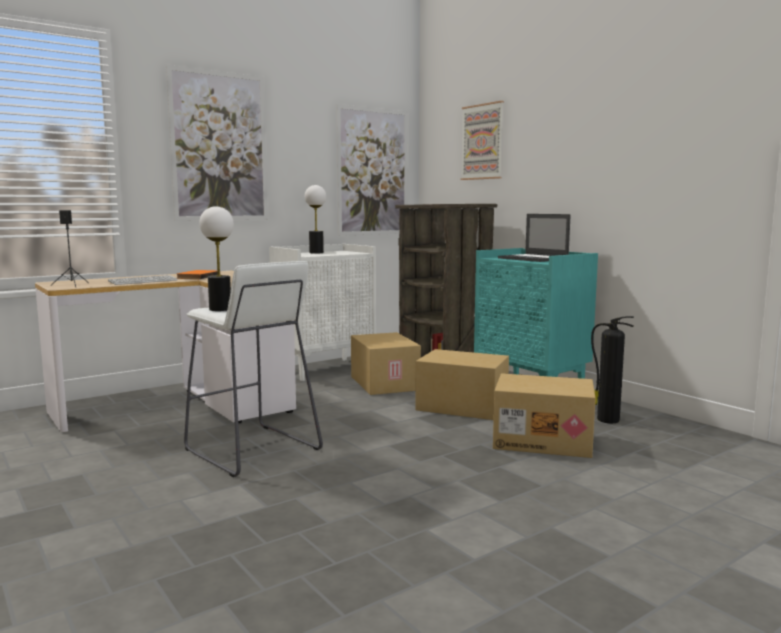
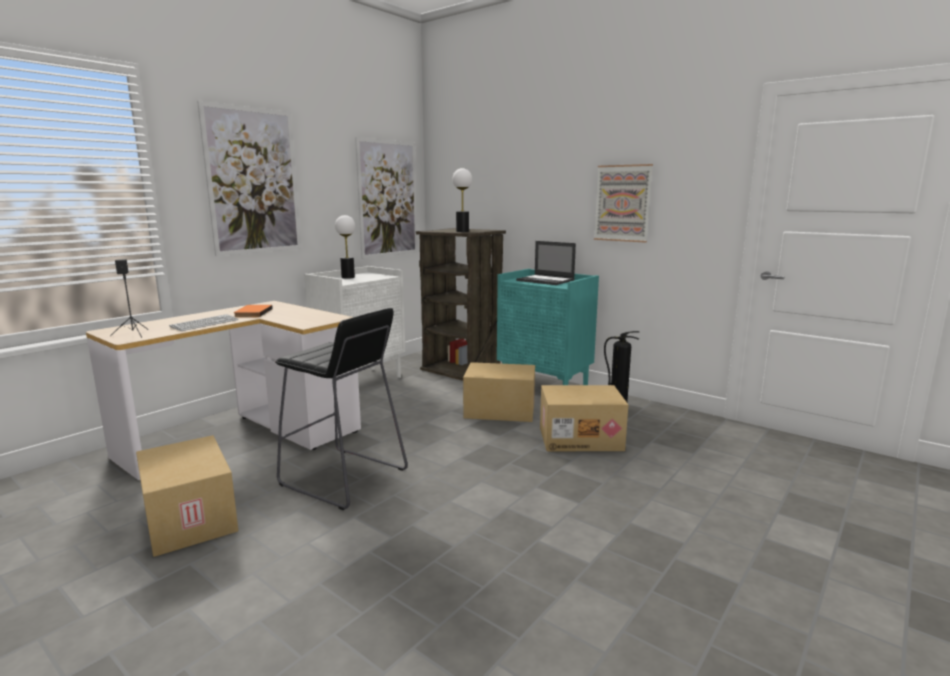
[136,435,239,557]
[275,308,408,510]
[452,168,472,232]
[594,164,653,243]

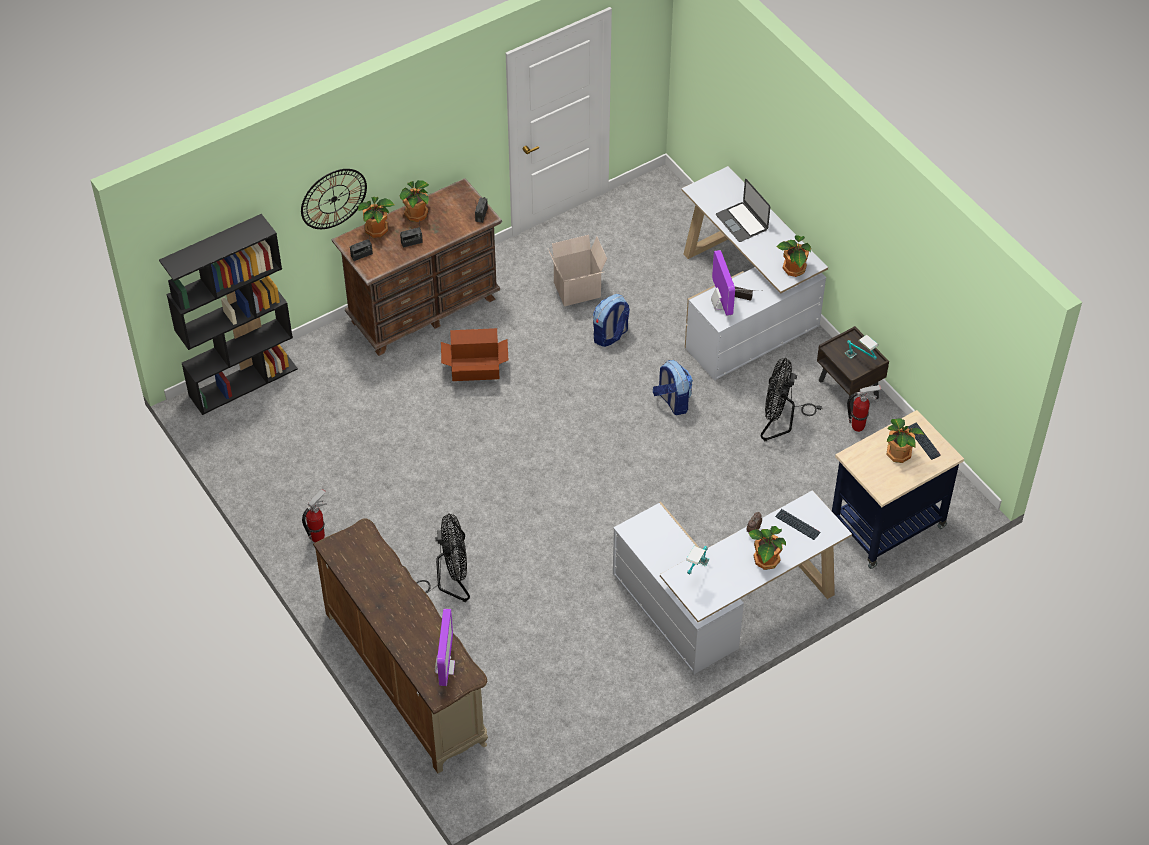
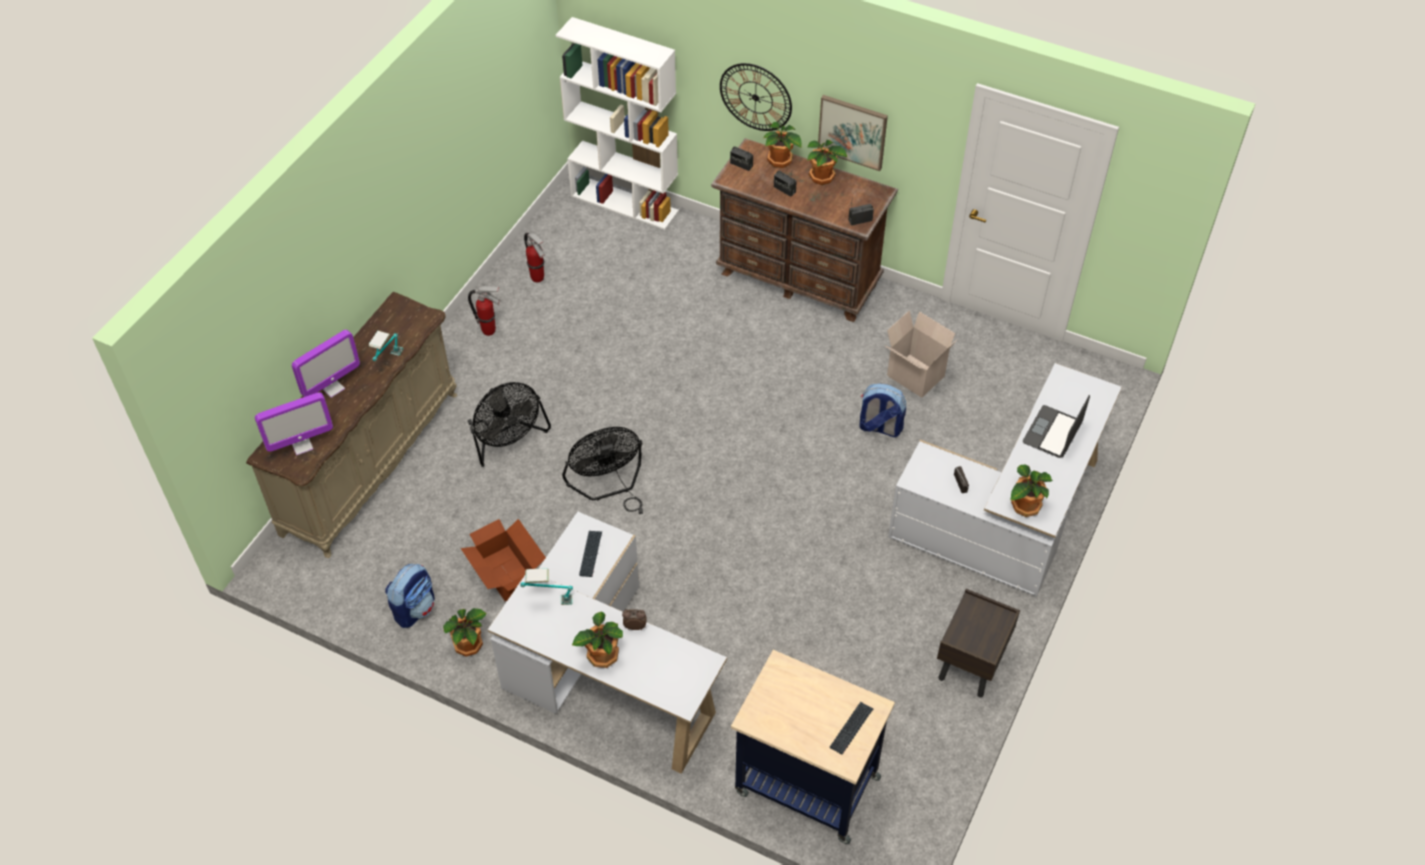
[292,330,360,398]
[369,331,403,361]
[385,564,435,628]
[443,608,487,657]
[460,519,546,601]
[524,233,545,282]
[556,17,679,230]
[562,427,643,514]
[579,531,602,577]
[818,95,888,171]

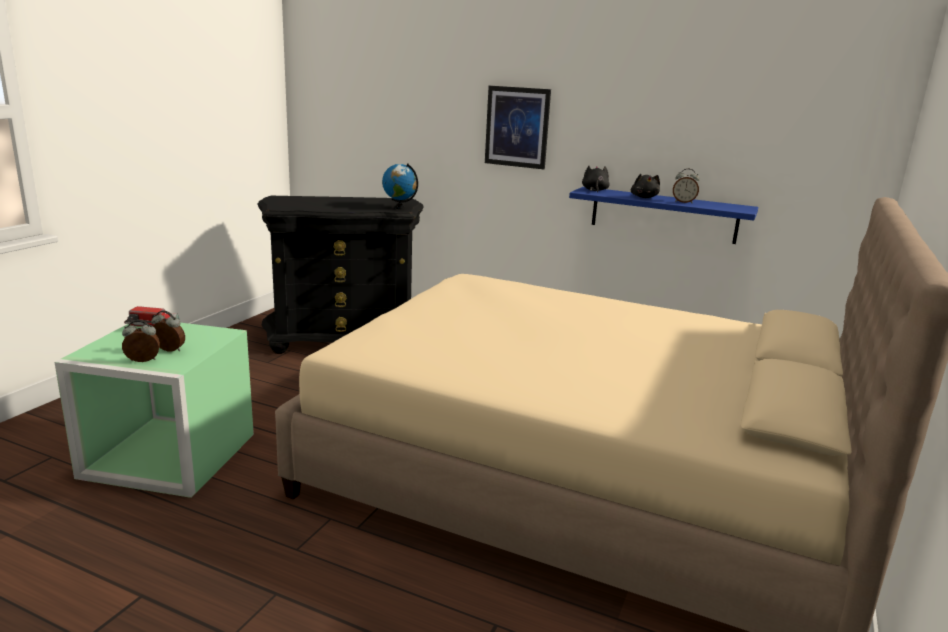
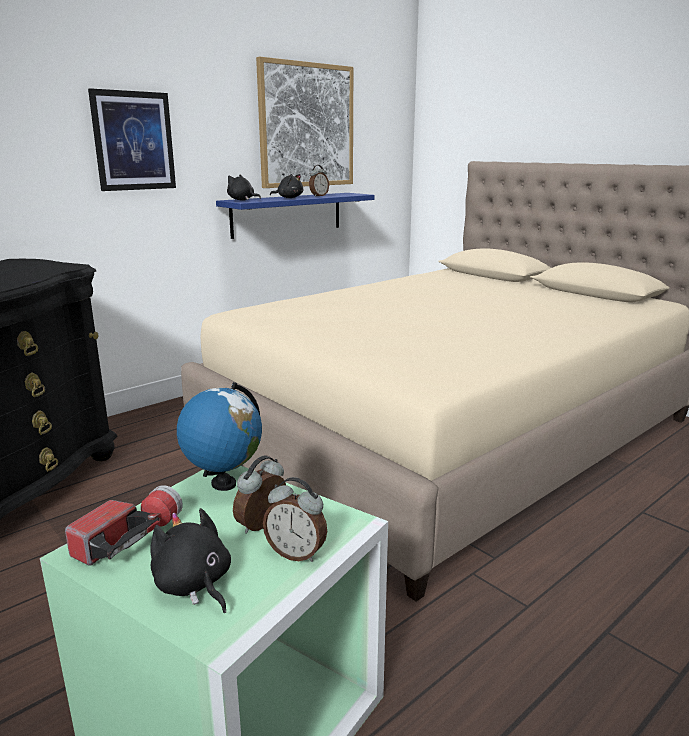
[150,508,231,613]
[177,382,262,491]
[256,57,353,188]
[263,477,327,562]

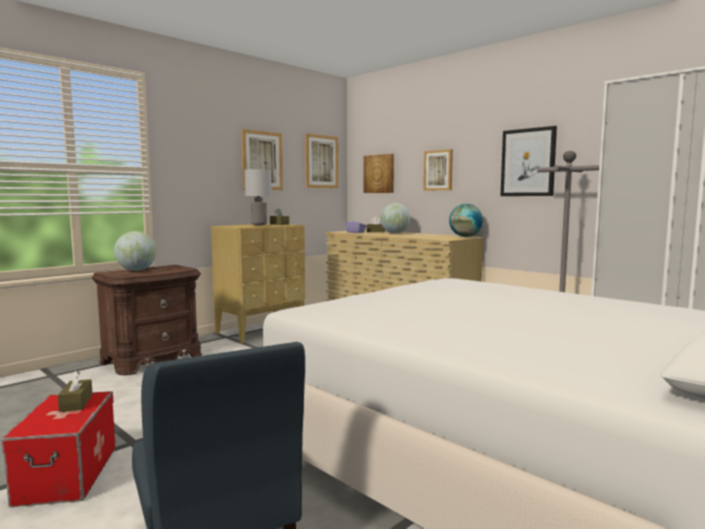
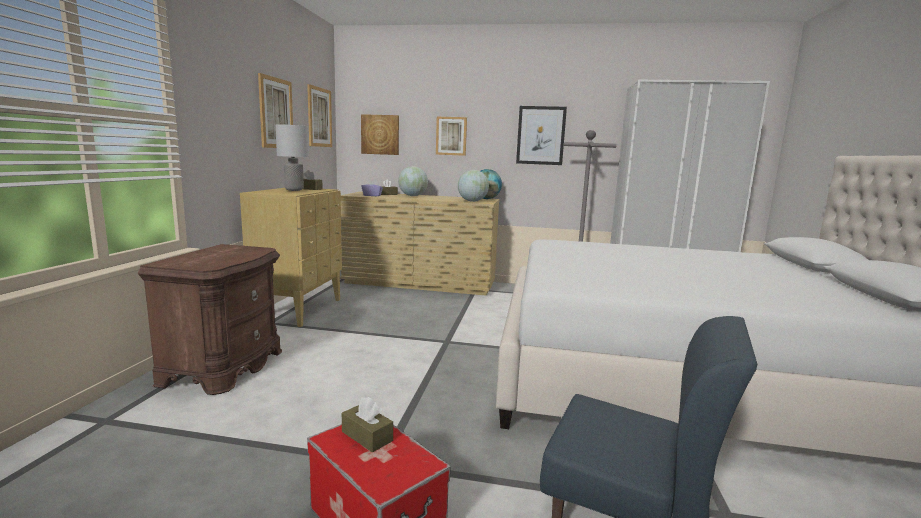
[458,170,489,202]

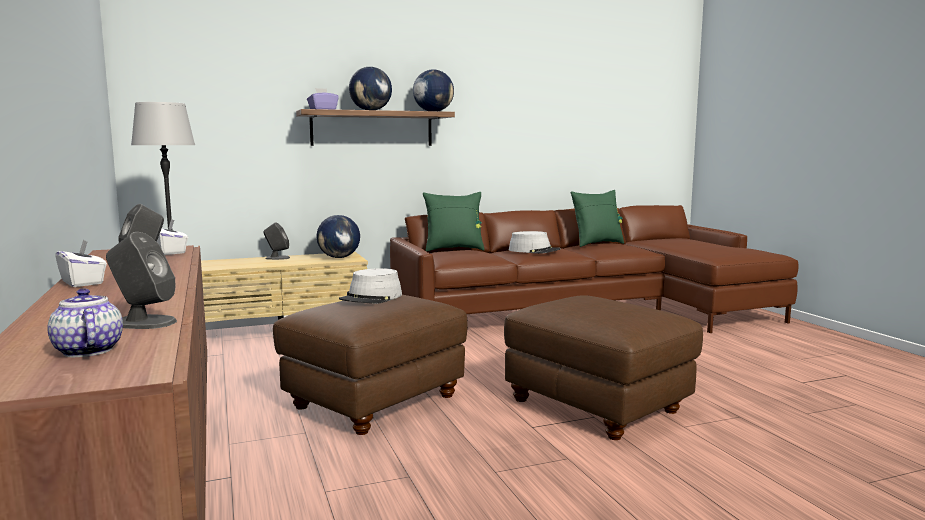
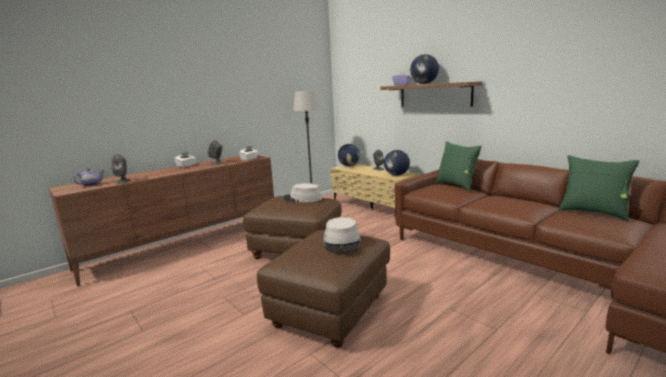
[323,217,361,252]
[338,144,360,166]

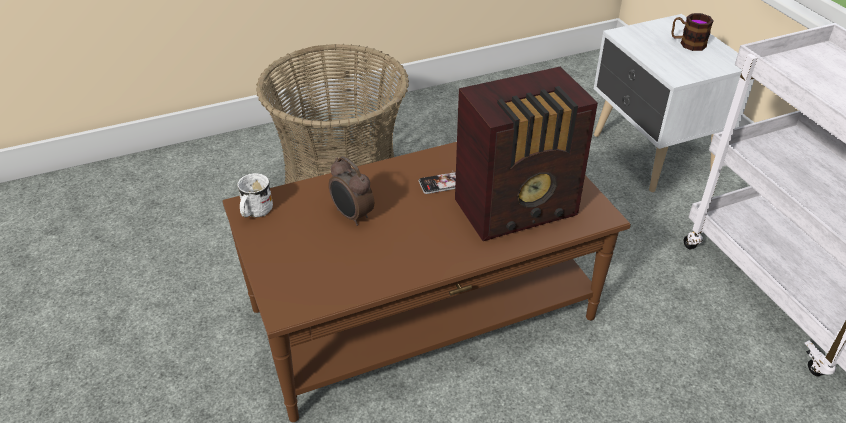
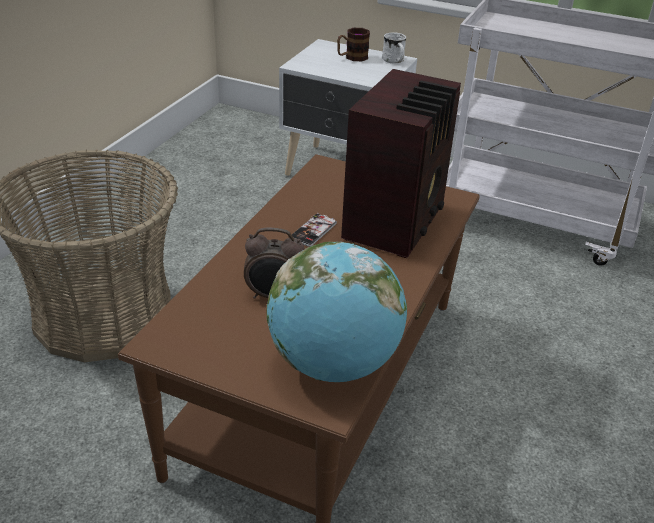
[266,242,407,382]
[382,33,406,63]

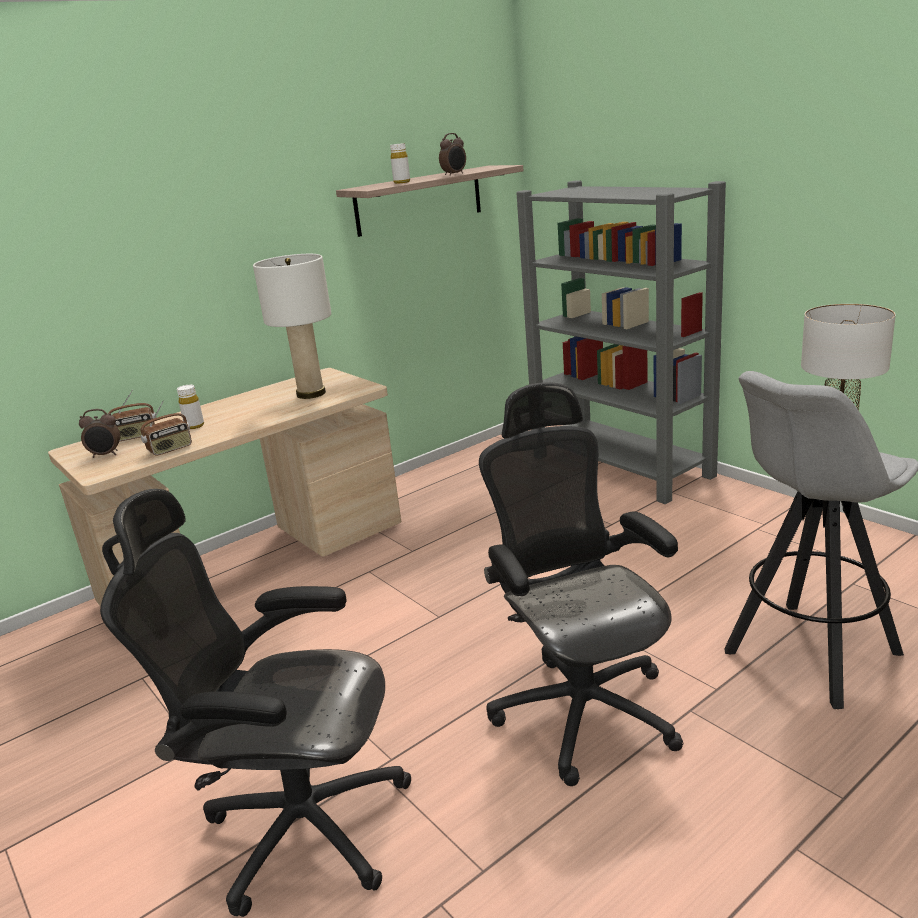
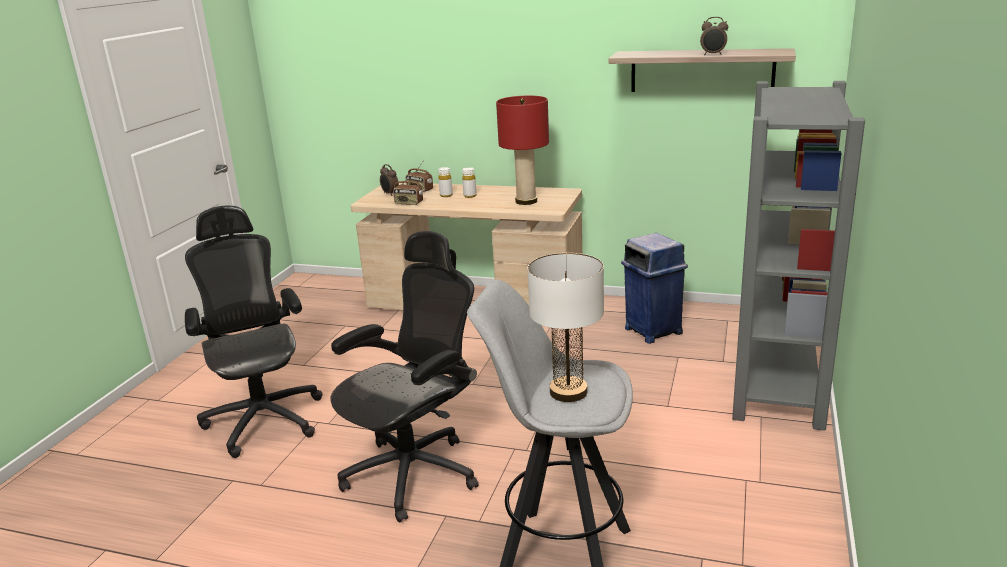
[462,167,477,198]
[496,96,549,205]
[621,233,688,344]

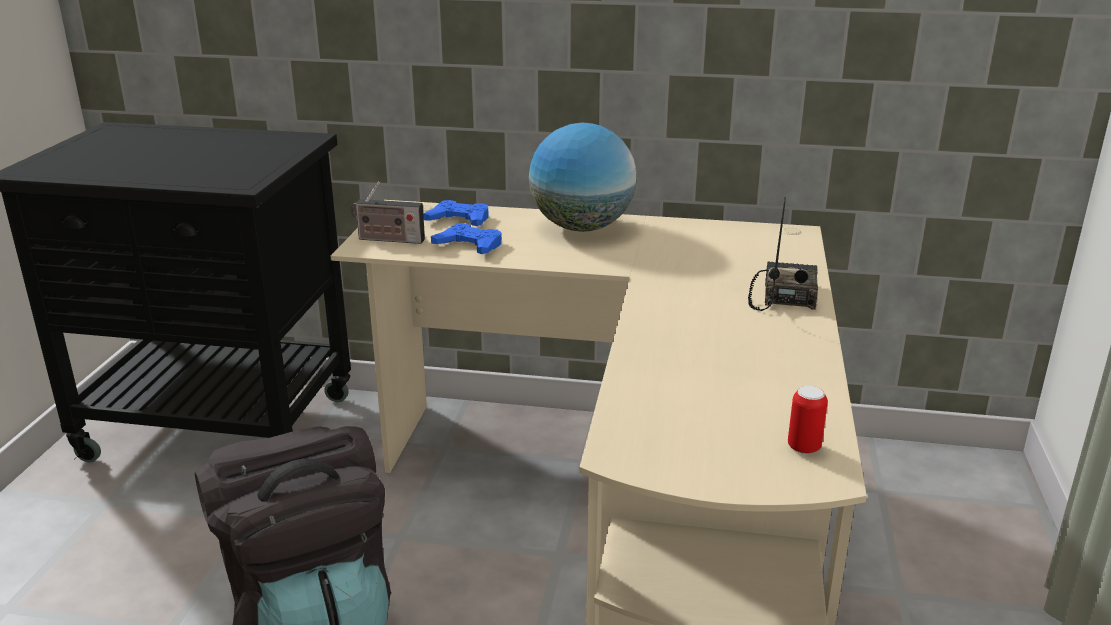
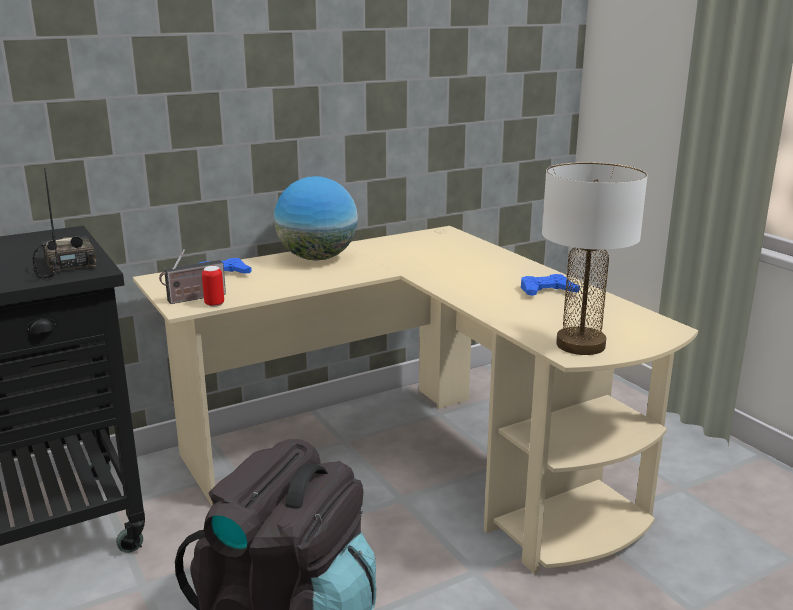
[33,168,97,278]
[202,266,224,307]
[521,274,580,296]
[542,162,647,355]

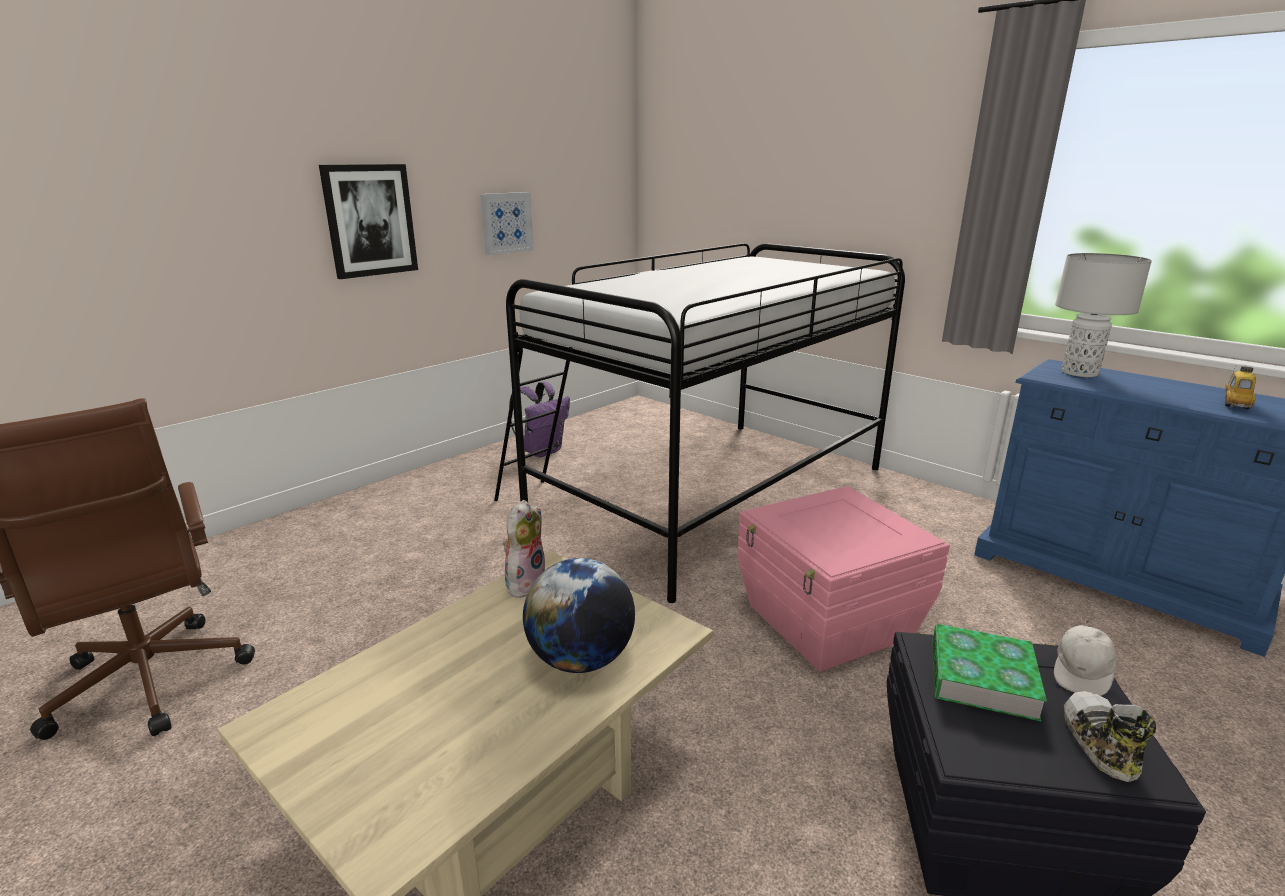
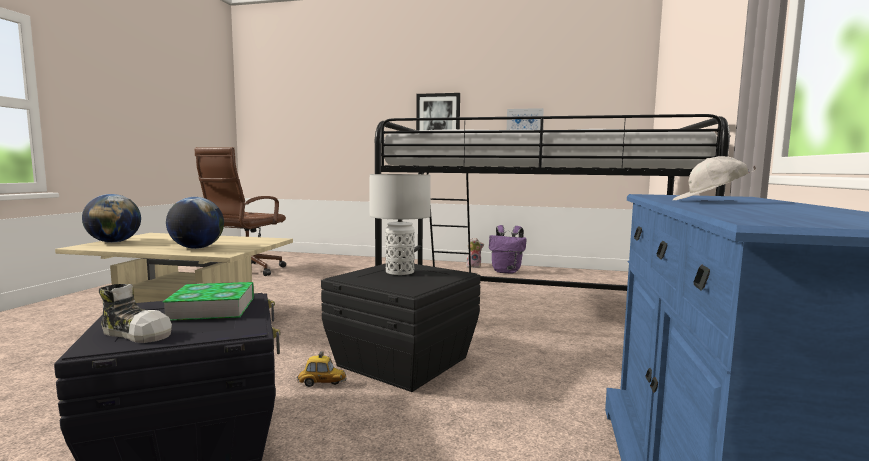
[82,194,141,243]
[99,284,172,343]
[297,351,347,387]
[321,262,481,392]
[369,174,431,275]
[466,238,484,268]
[673,156,757,201]

